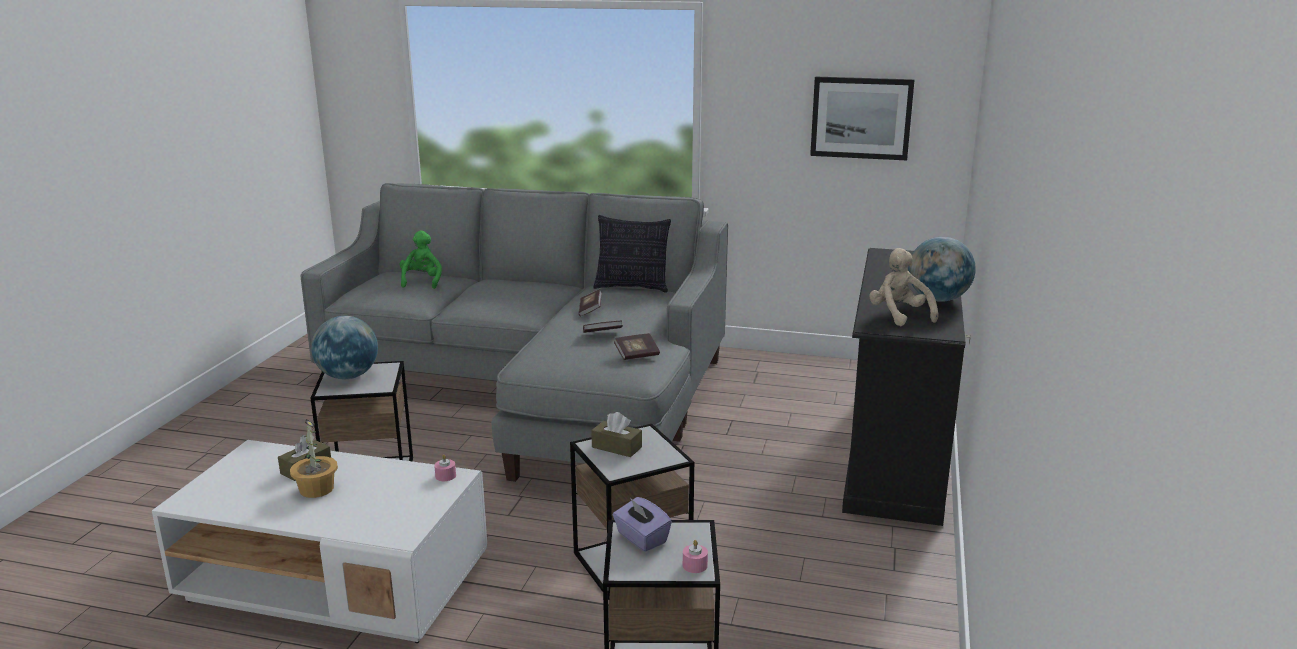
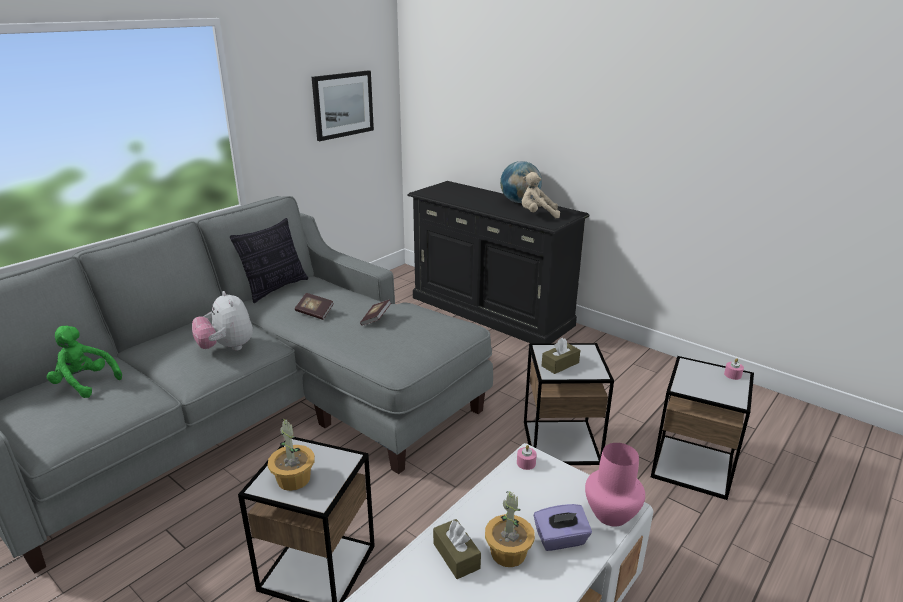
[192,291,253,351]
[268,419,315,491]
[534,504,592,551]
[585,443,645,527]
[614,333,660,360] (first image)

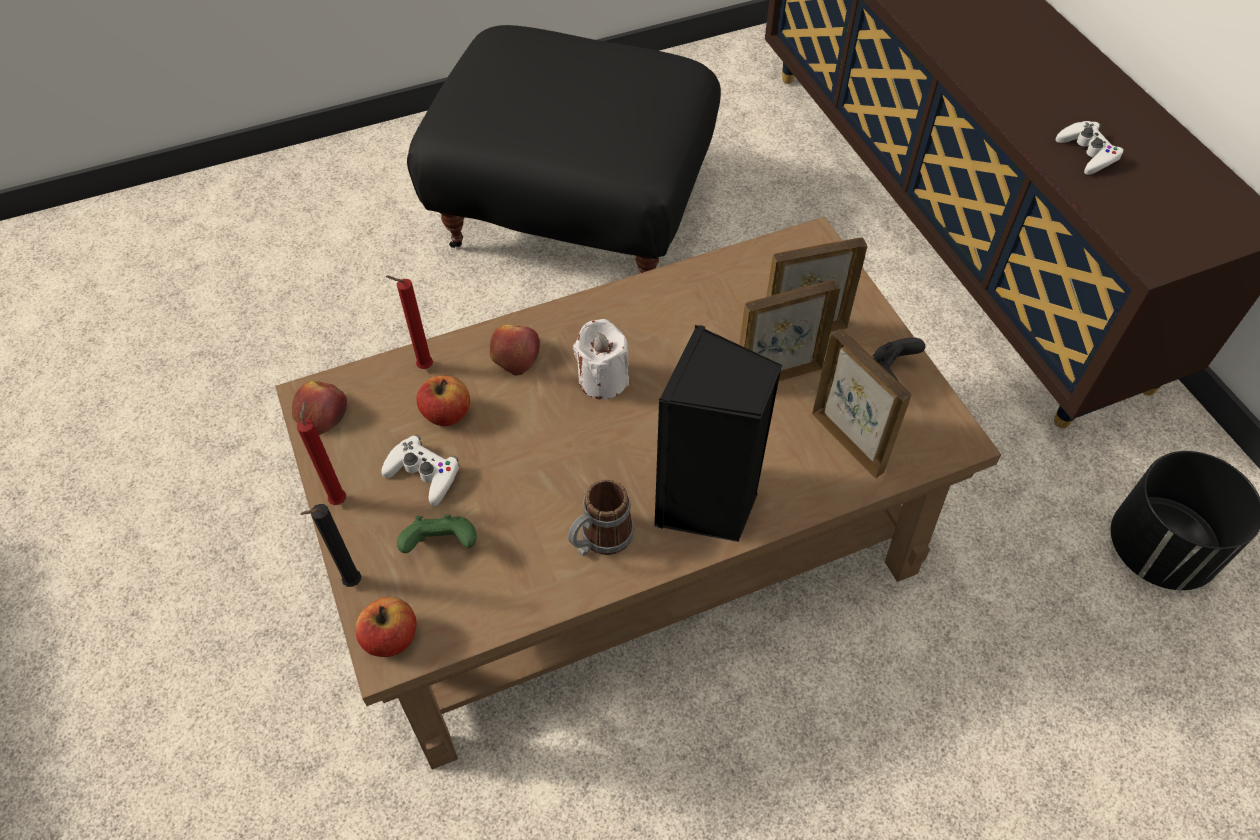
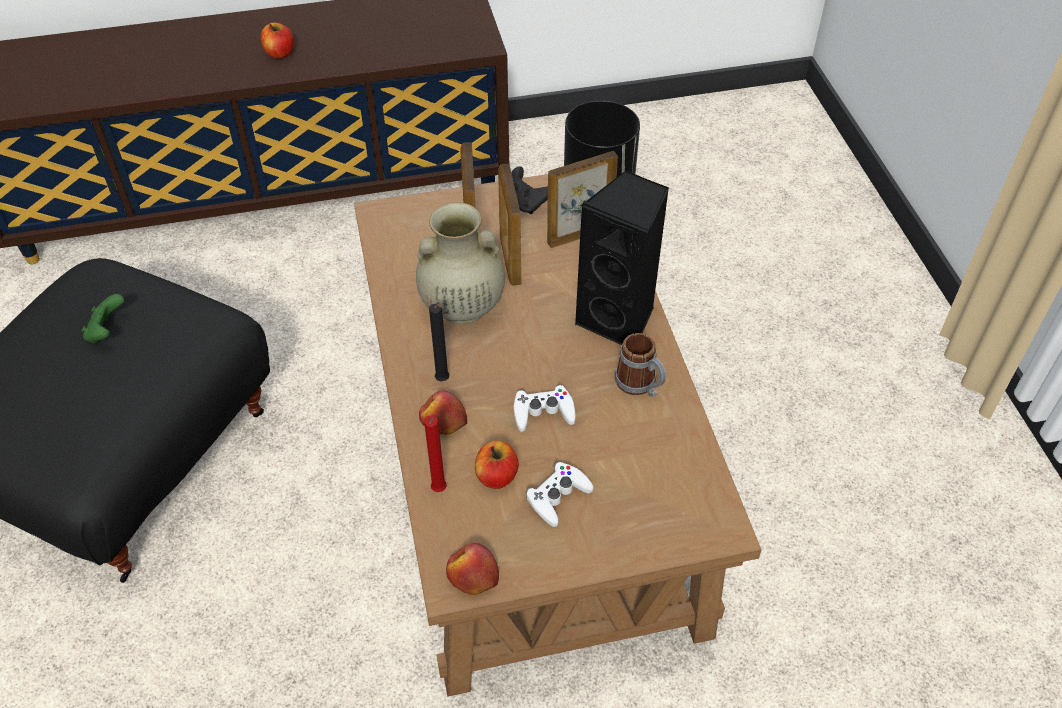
[82,294,124,344]
[261,23,294,58]
[416,202,505,324]
[429,304,450,381]
[513,384,576,432]
[297,401,346,505] (first image)
[573,319,629,400] (first image)

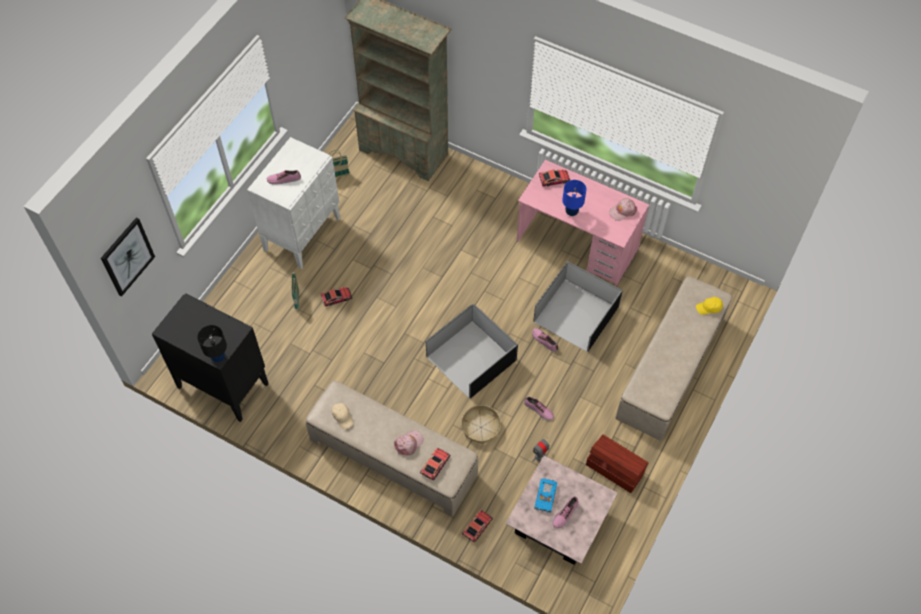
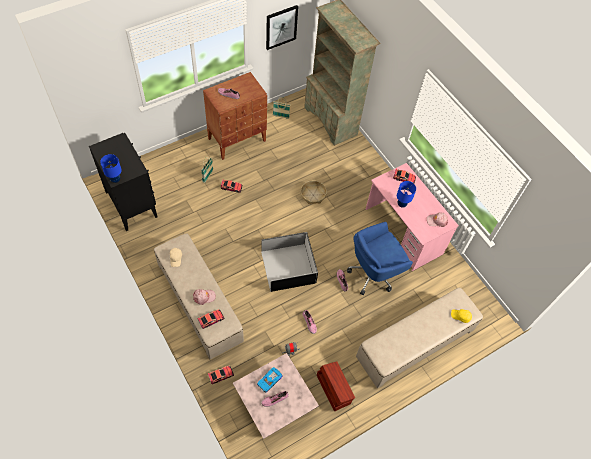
[100,154,121,183]
[203,72,267,160]
[266,5,298,50]
[301,181,327,204]
[347,222,413,295]

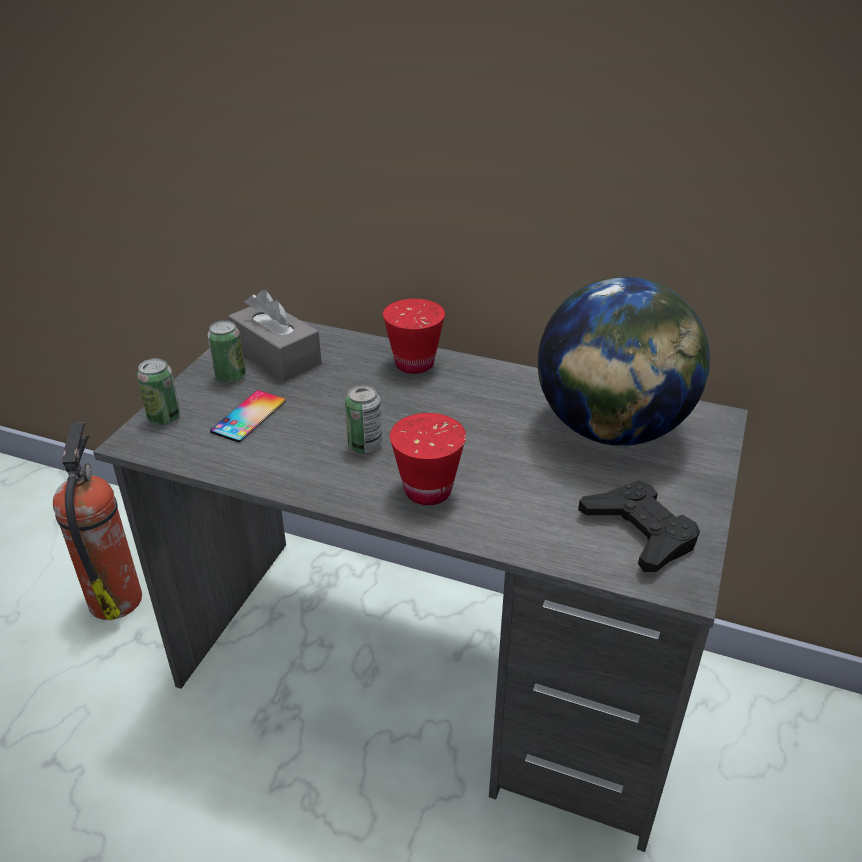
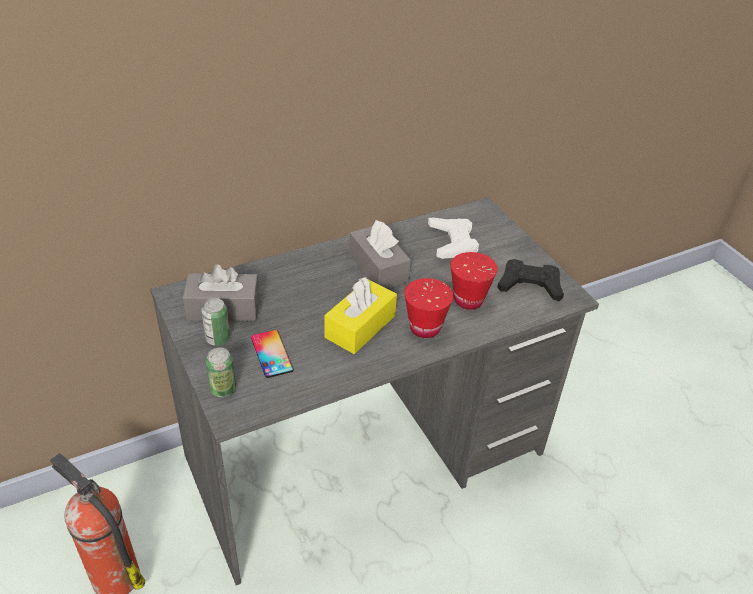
[324,277,397,354]
[350,220,411,289]
[428,217,479,259]
[450,252,498,310]

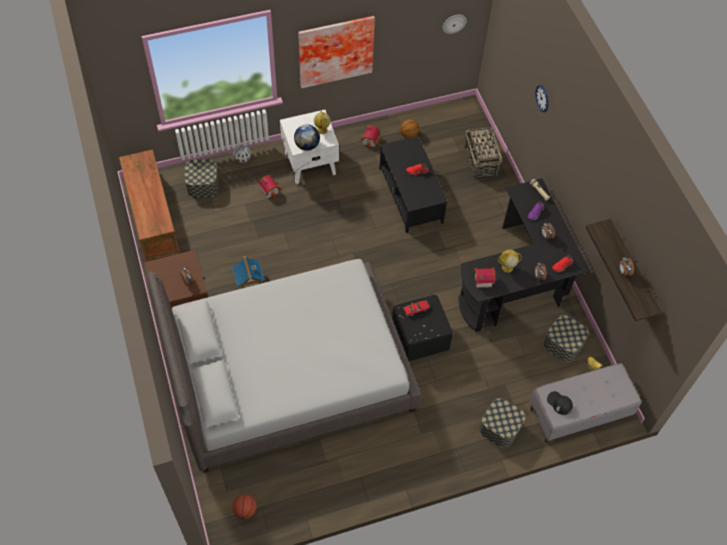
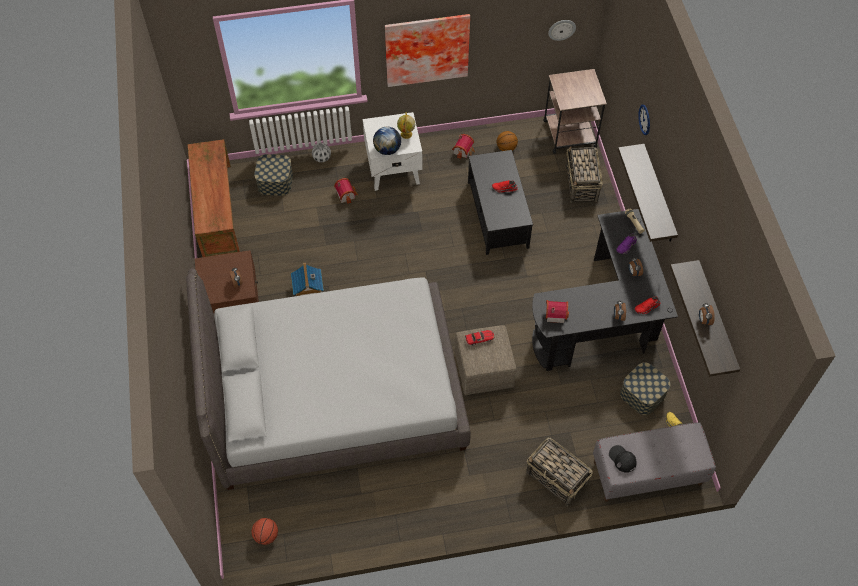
[455,325,516,395]
[526,437,593,506]
[544,69,607,154]
[618,144,678,242]
[498,250,522,272] (first image)

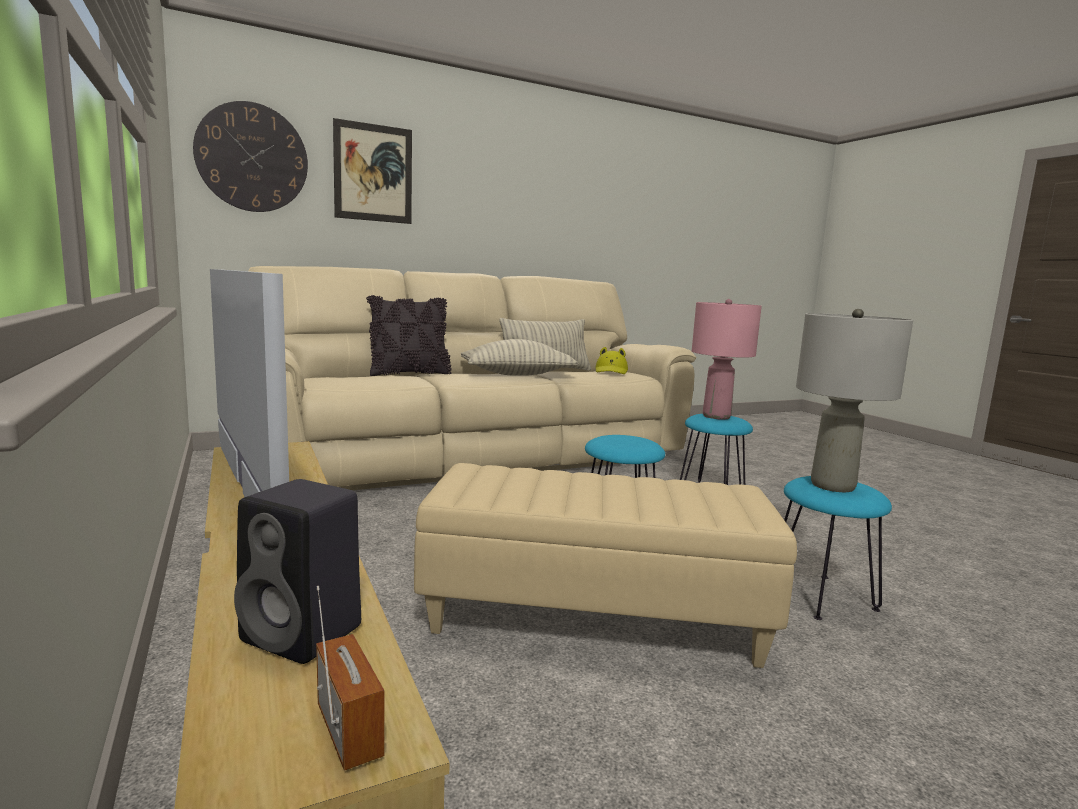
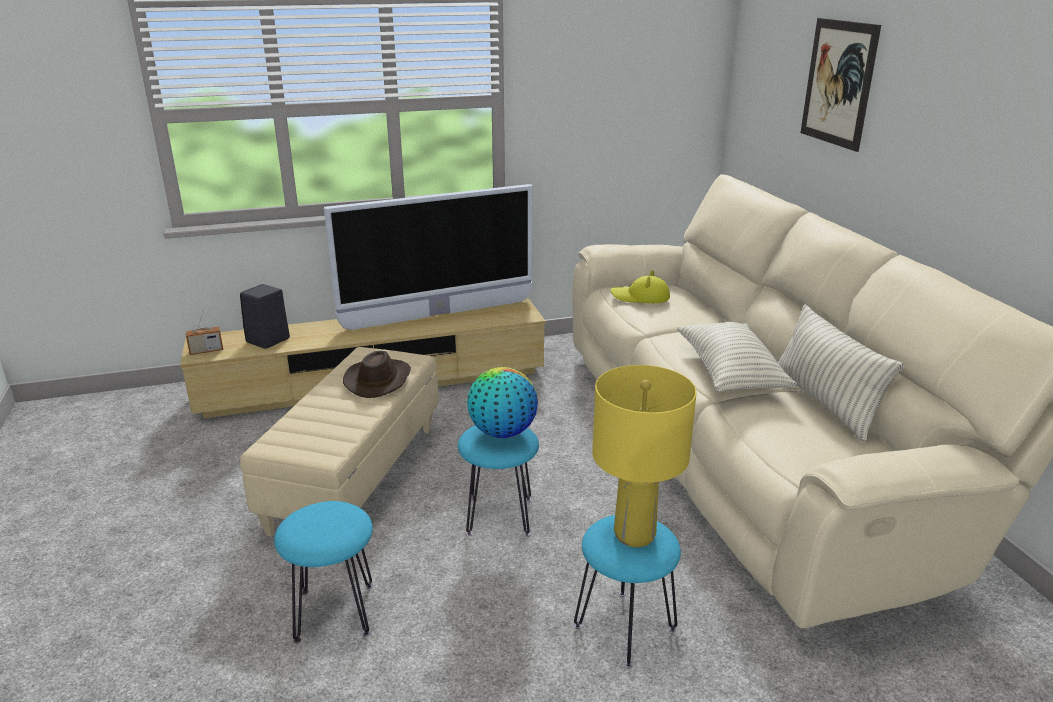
[343,351,411,398]
[467,367,538,438]
[592,365,697,547]
[610,270,670,303]
[193,101,308,212] (first image)
[366,295,452,376] (first image)
[796,309,913,492] (first image)

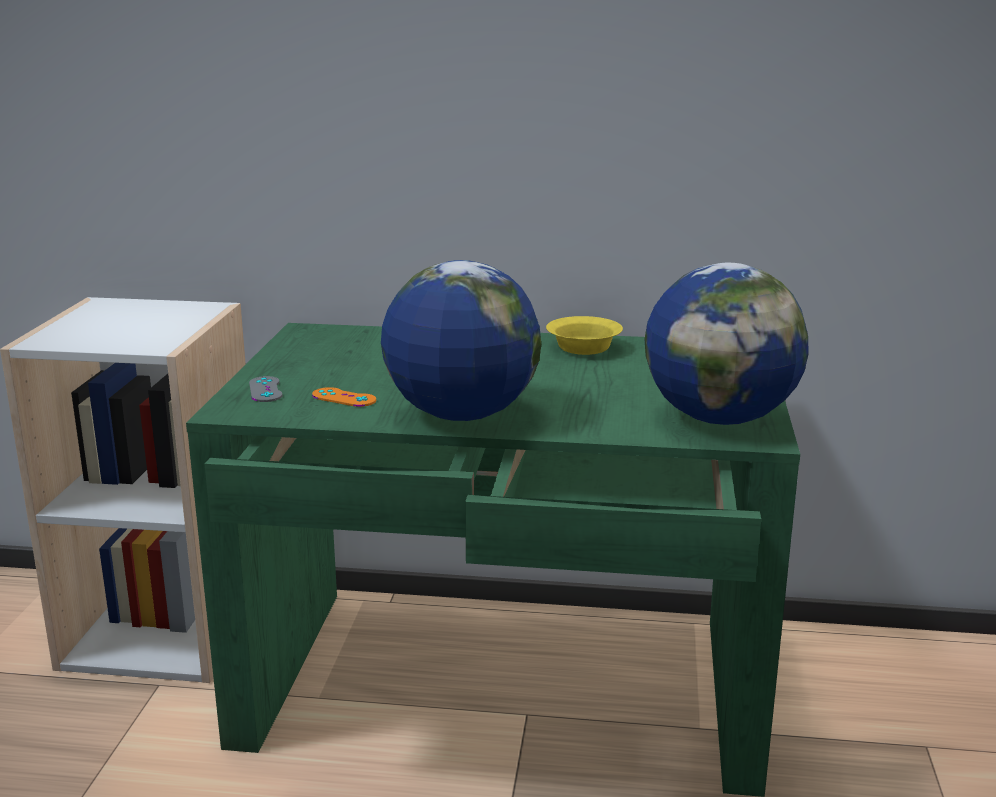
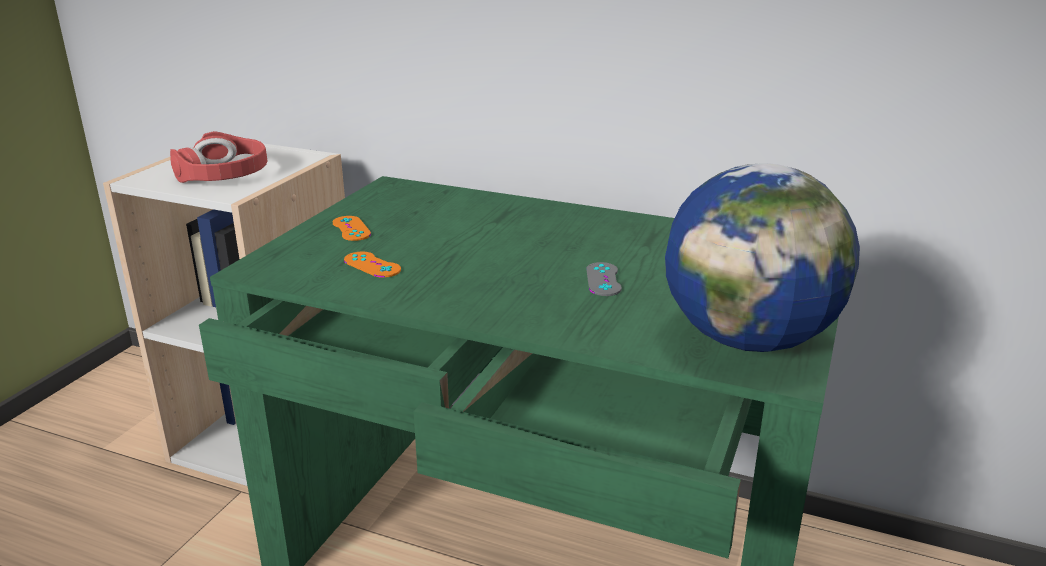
[170,131,268,183]
[333,216,371,241]
[586,262,622,296]
[381,260,541,421] (first image)
[546,316,623,355] (first image)

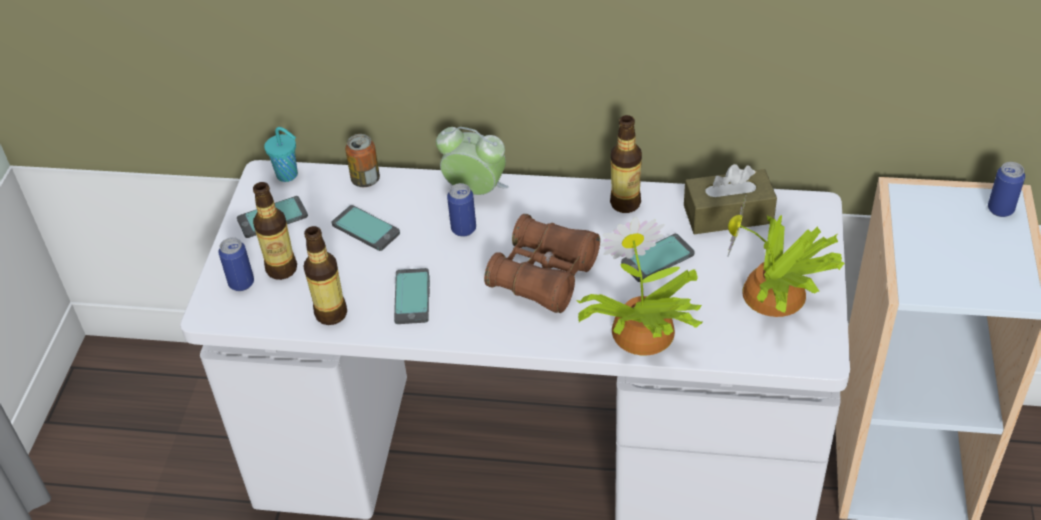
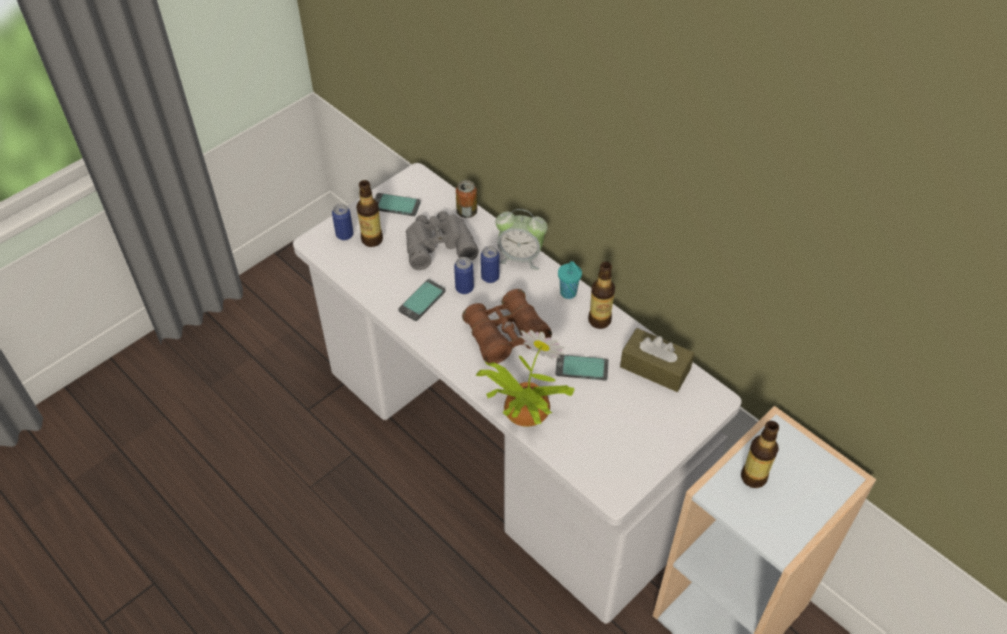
[406,211,479,270]
[454,257,474,294]
[496,209,548,270]
[558,261,582,299]
[741,421,779,488]
[727,194,845,317] (first image)

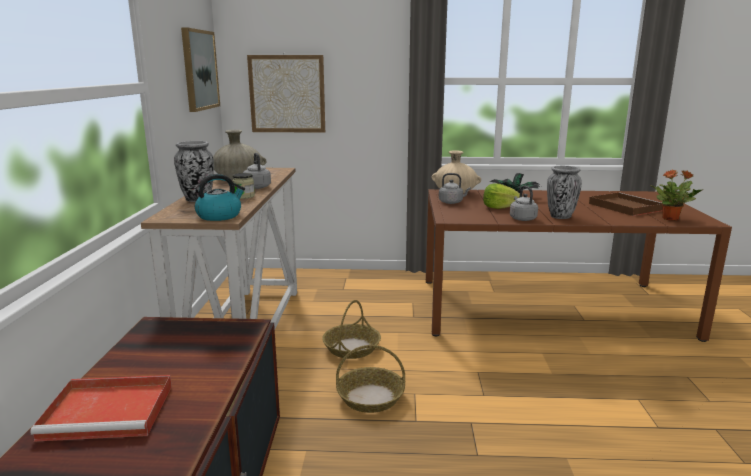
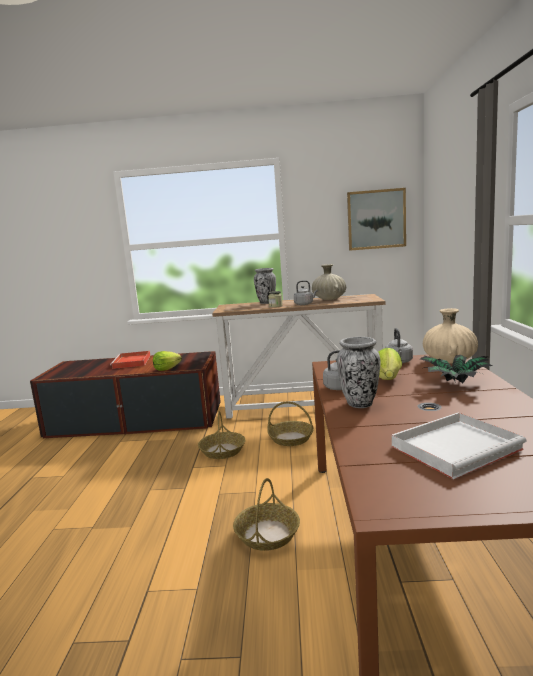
[153,351,182,371]
[233,478,300,551]
[392,412,526,479]
[195,174,245,221] (first image)
[247,54,325,133] (first image)
[650,169,703,221] (first image)

